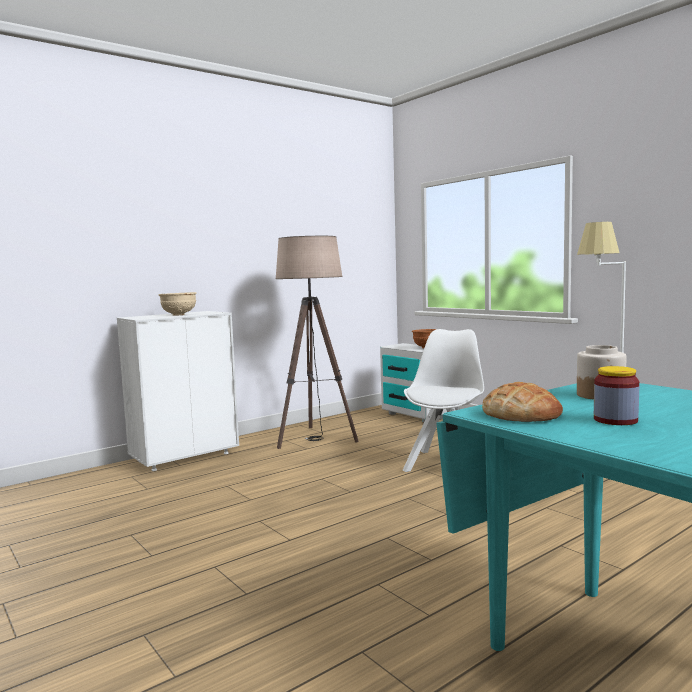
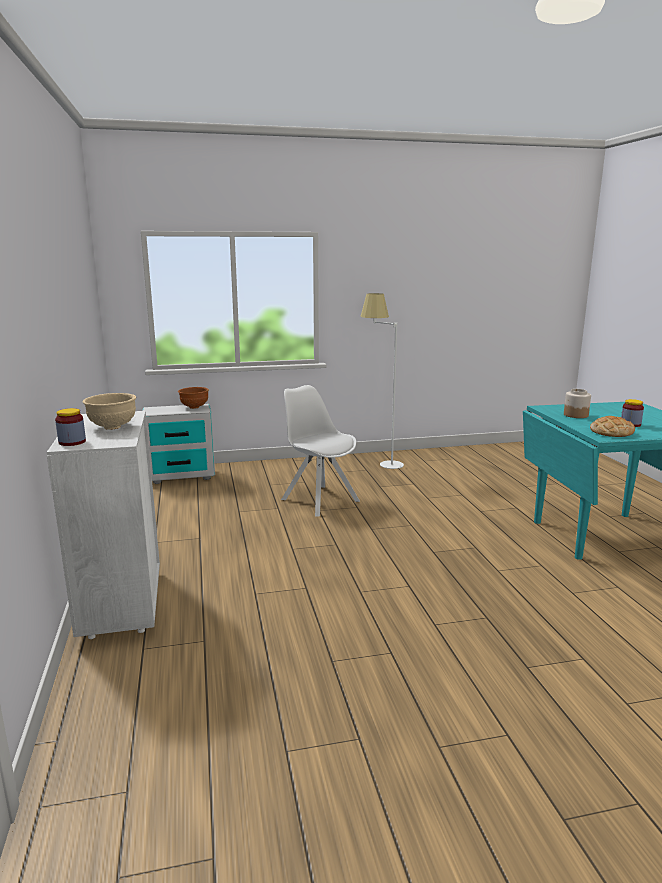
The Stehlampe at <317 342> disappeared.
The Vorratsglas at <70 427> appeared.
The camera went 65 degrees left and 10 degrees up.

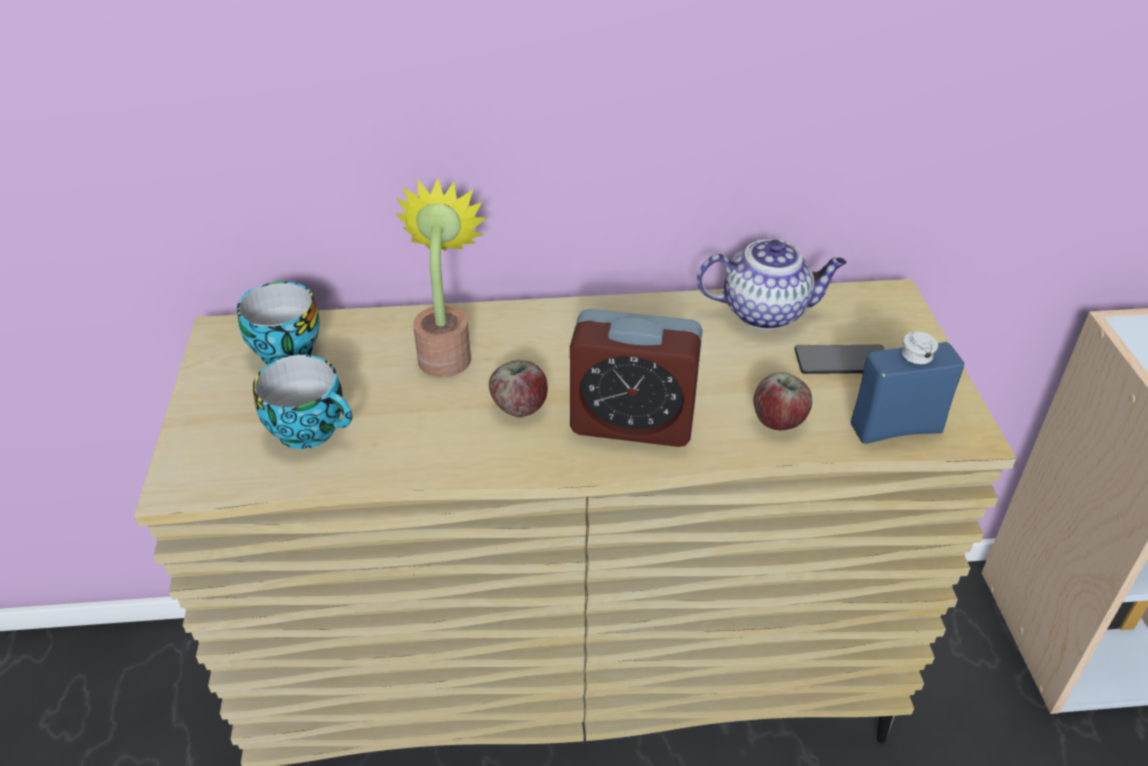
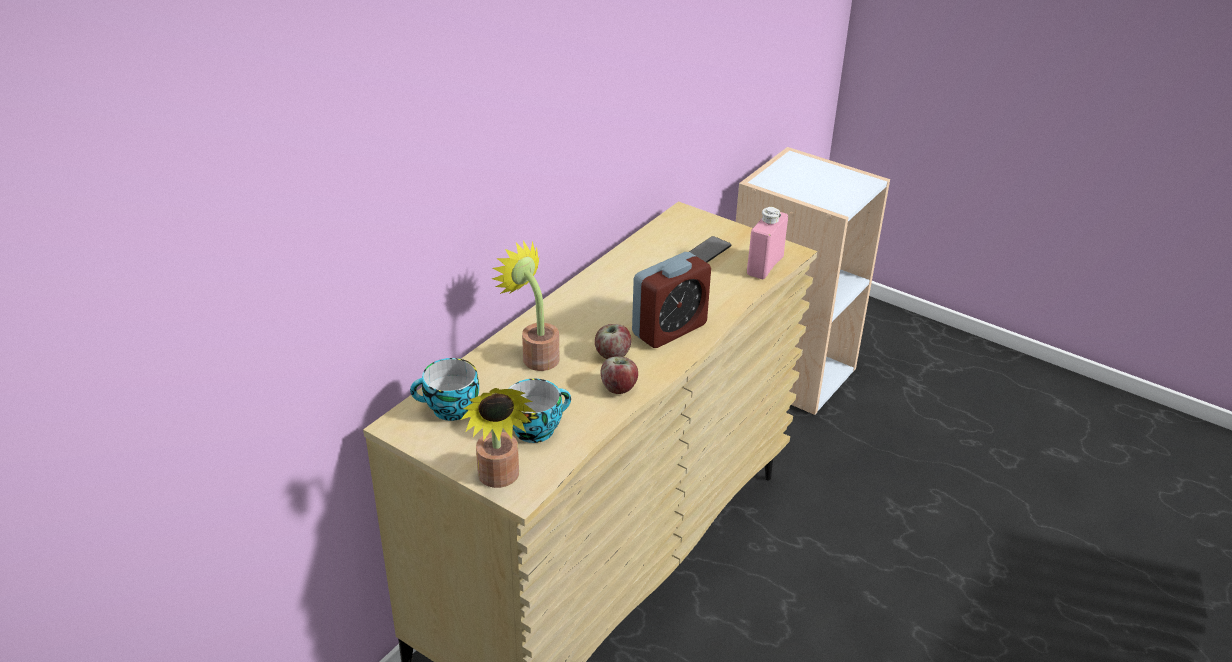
The Teekanne at <772 284> disappeared.
The Apfel moved from <782 401> to <619 375>.
The Flasche/blau at <907 387> became the Flasche/rosa at <767 243>.
The Topfpflanze at <498 438> appeared.
The camera went 50 degrees left and 5 degrees down.

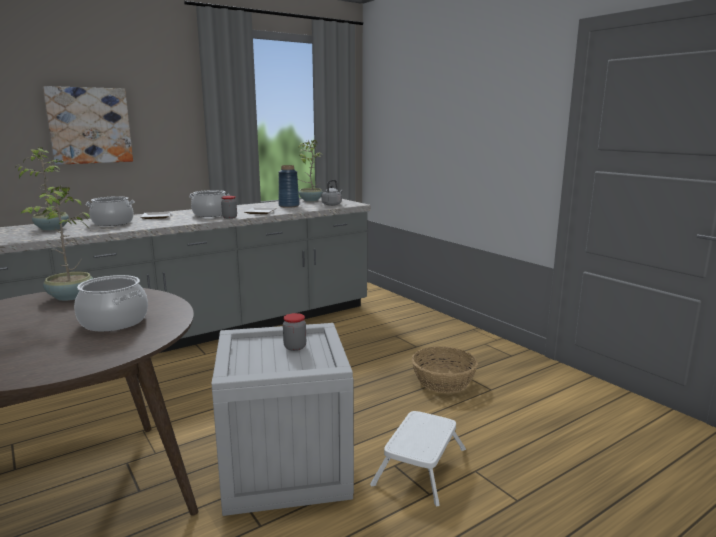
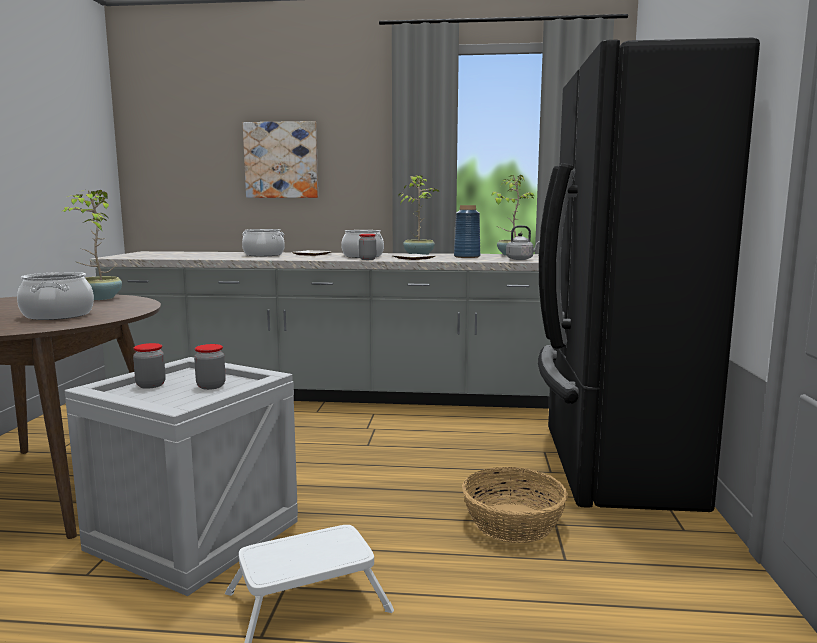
The Topfpflanze moved from <41 189> to <419 215>.
The Vorratsglas at <149 366> appeared.
The Kühlschrank/schwarz at <649 275> appeared.
The camera went 40 degrees right and 5 degrees down.

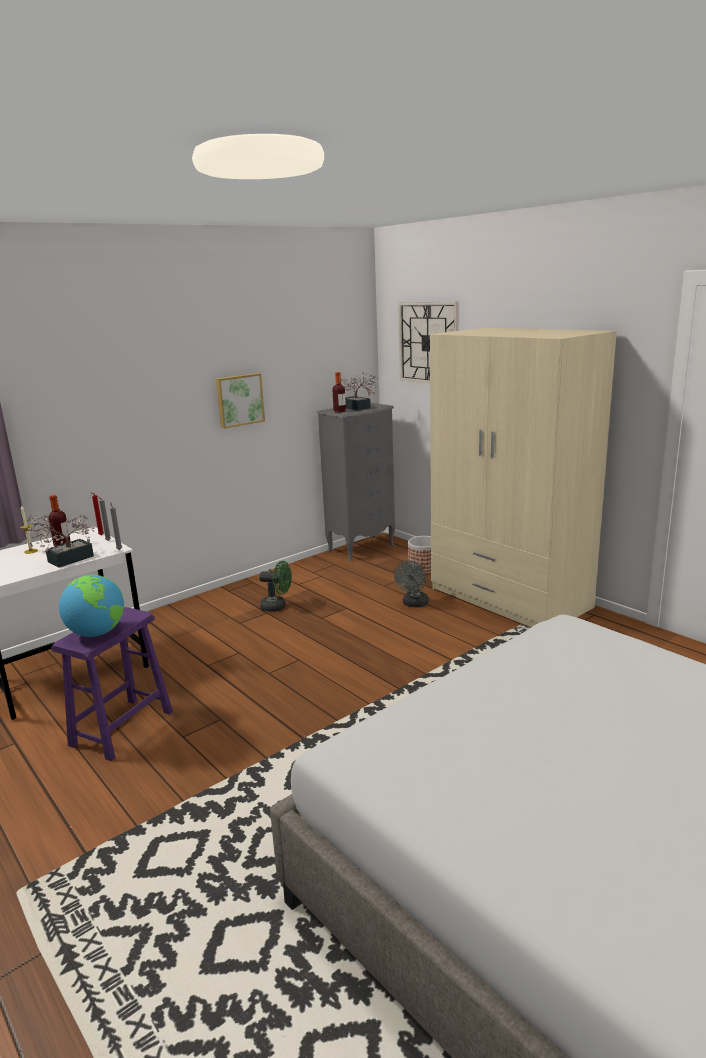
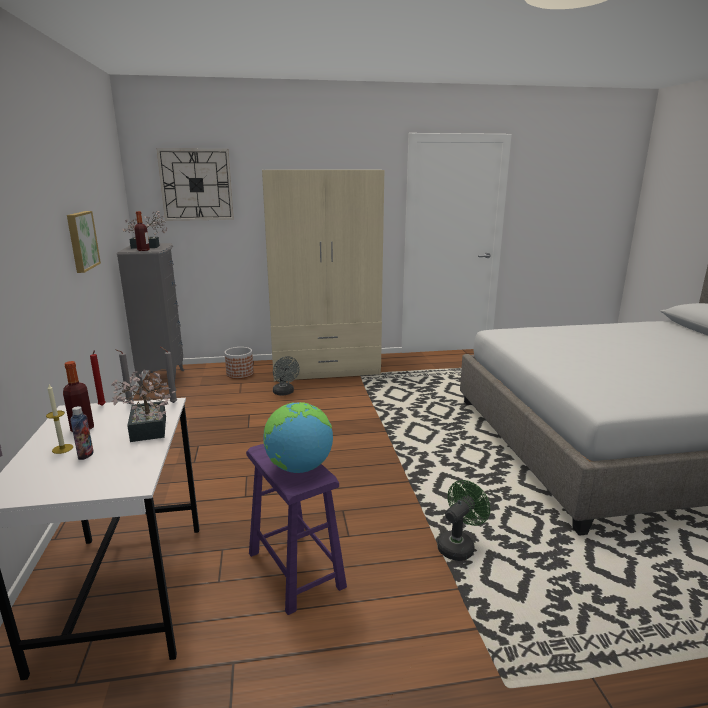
The Ventilator/grün moved from <275 586> to <464 520>.
The Flasche at <82 433> appeared.
The camera went 60 degrees left and 0 degrees up.

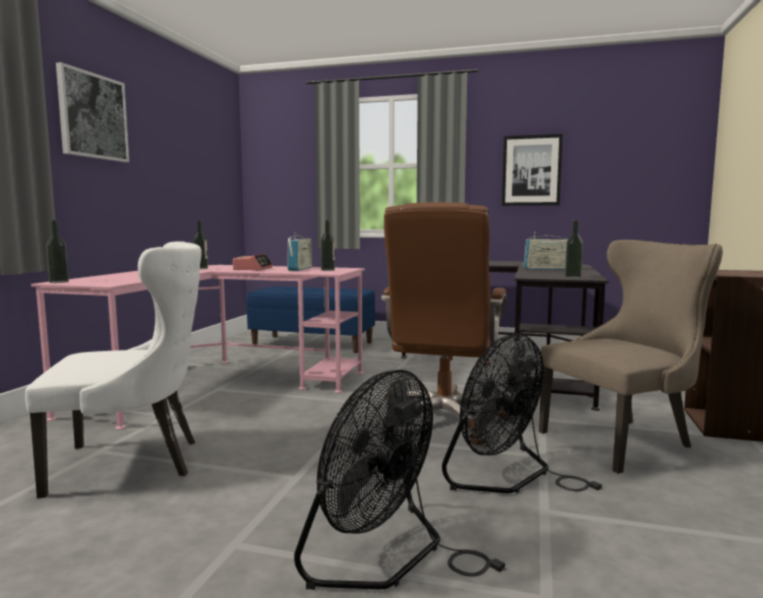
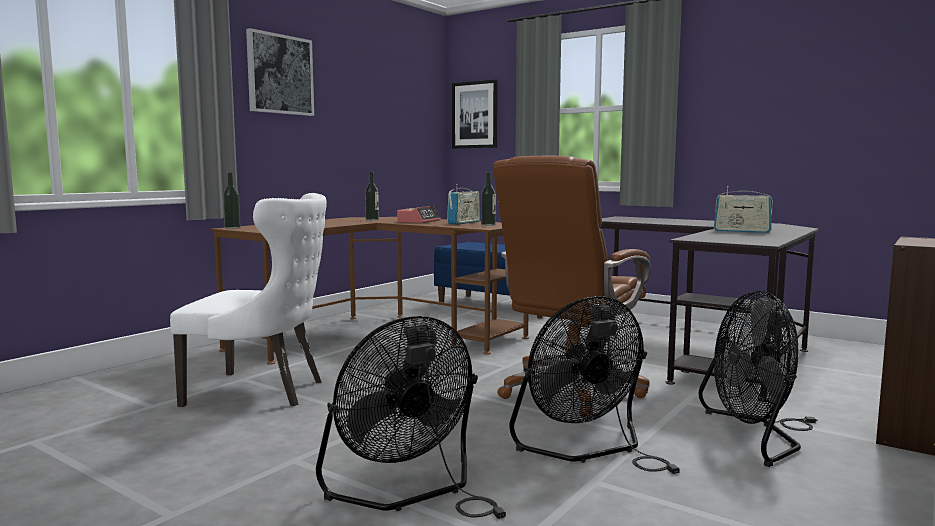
The Schreibtisch/rosa at <198 347> became the Schreibtisch/braun at <369 291>.
The Bild moved from <532 170> to <475 114>.
The Stuhl/beige at <630 356> was replaced by the Ventilator/schwarz at <758 379>.
The Flasche at <574 249> disappeared.
The camera went 20 degrees right and 0 degrees up.

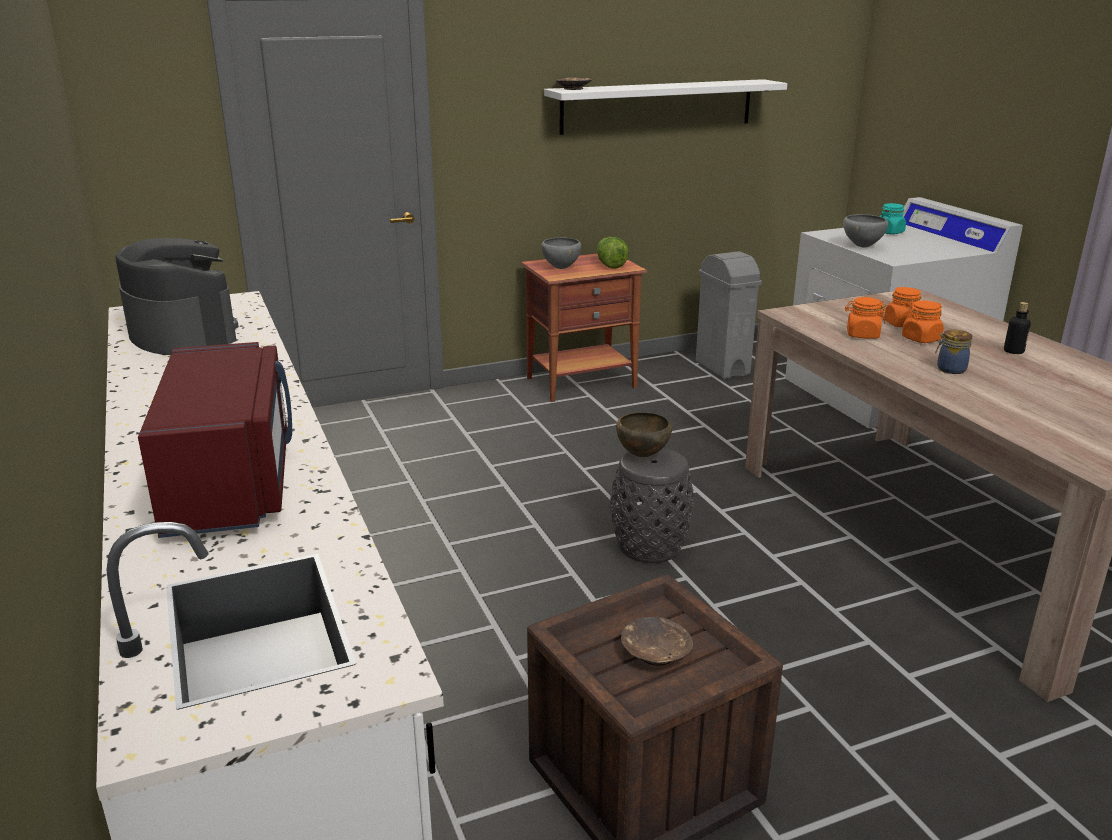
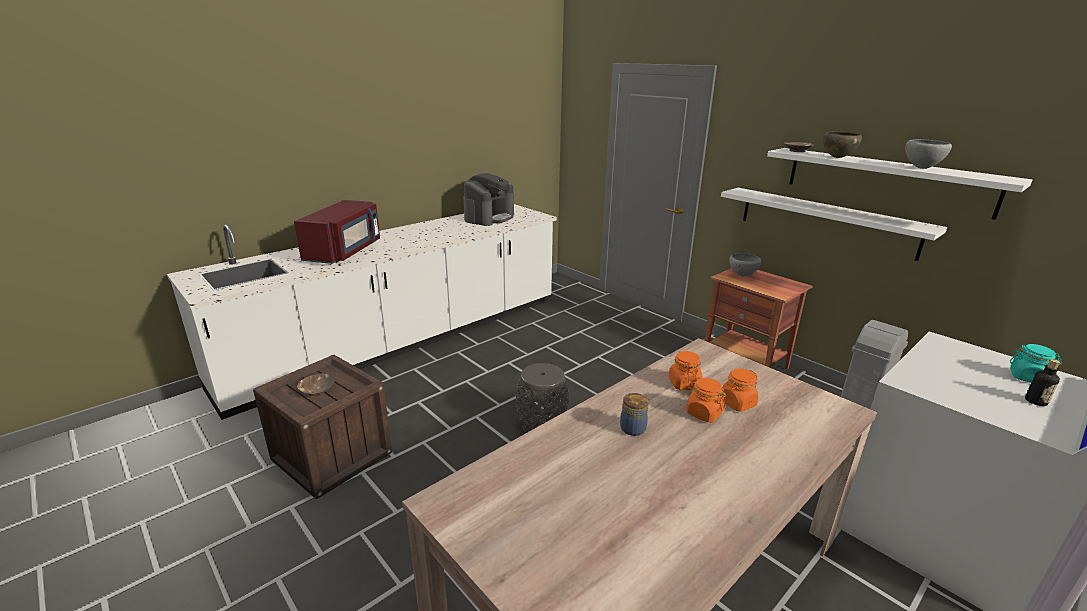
The Mikrowelle/rot at <215 440> turned 45 degrees counterclockwise.
The Salatkopf at <613 253> disappeared.
The Schüssel/braun moved from <644 434> to <842 145>.
The Schüssel/grau moved from <865 230> to <928 154>.
The Flasche moved from <1017 328> to <1042 382>.
The Wandregal/weiß at <834 224> appeared.
The camera went 70 degrees right and 0 degrees up.

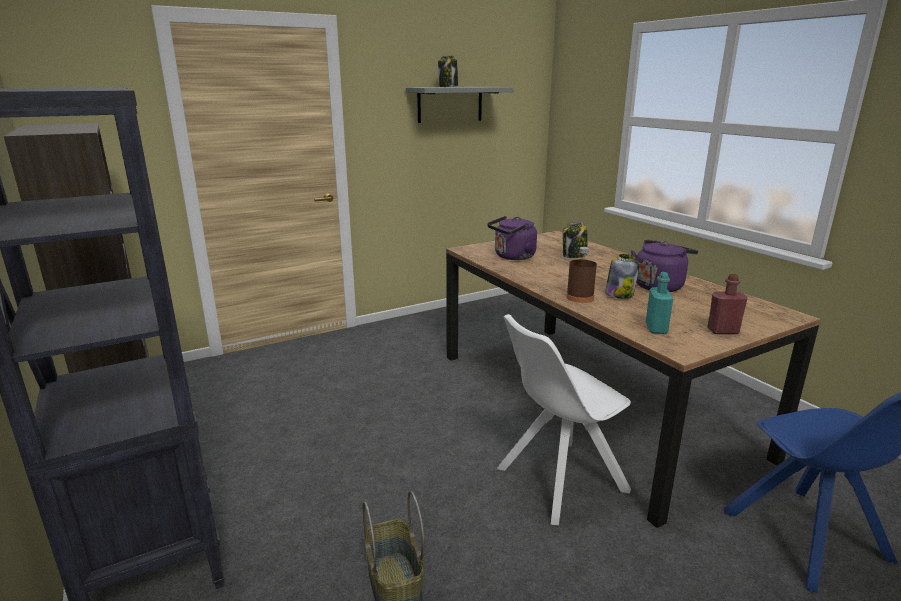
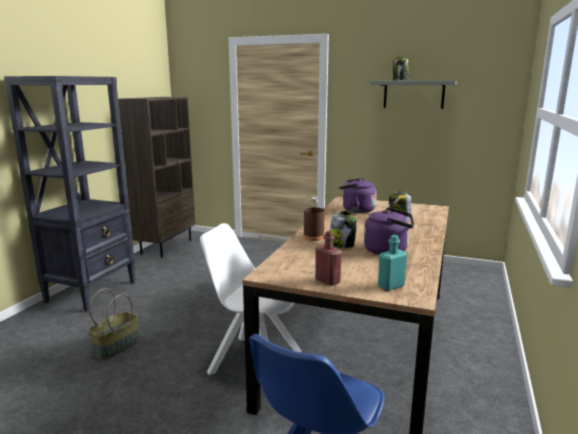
The Flasche/türkis moved from <659 303> to <392 263>.
The camera went 50 degrees right and 5 degrees down.

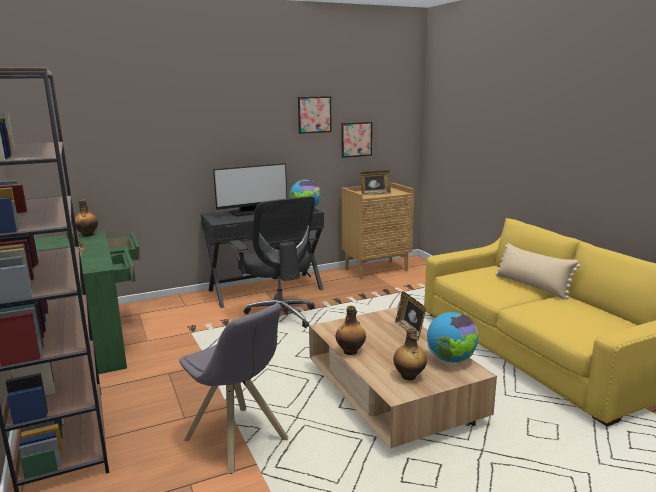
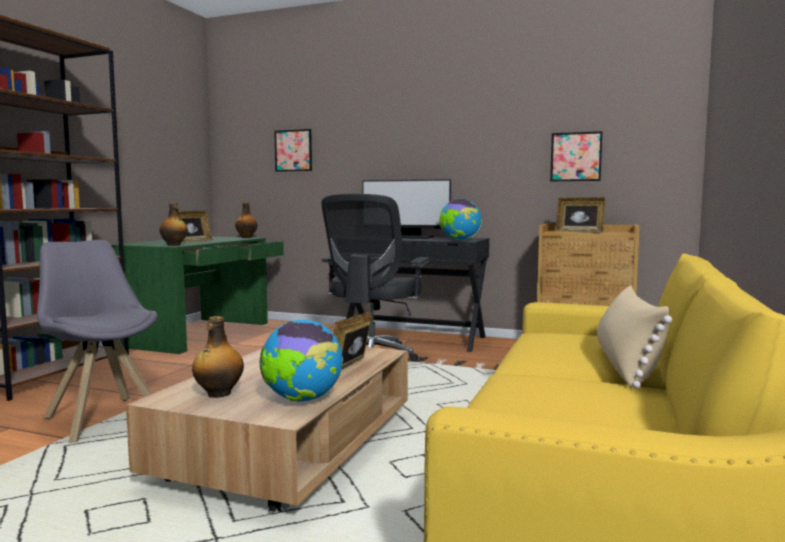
The Stuhl/grau at <233 389> turned 135 degrees clockwise.
The Bild moved from <315 115> to <293 150>.
The Flasche moved from <351 330> to <174 224>.
The camera went 45 degrees right and 10 degrees down.

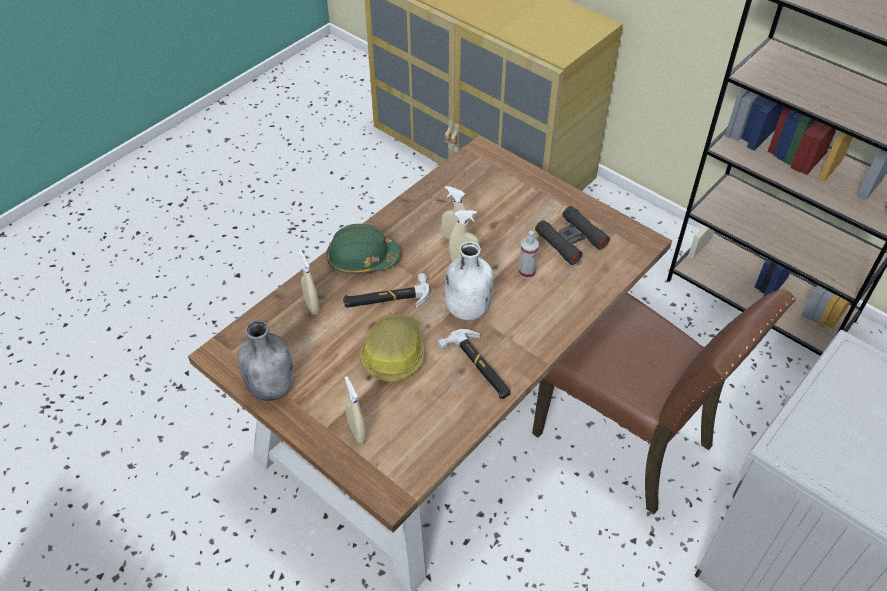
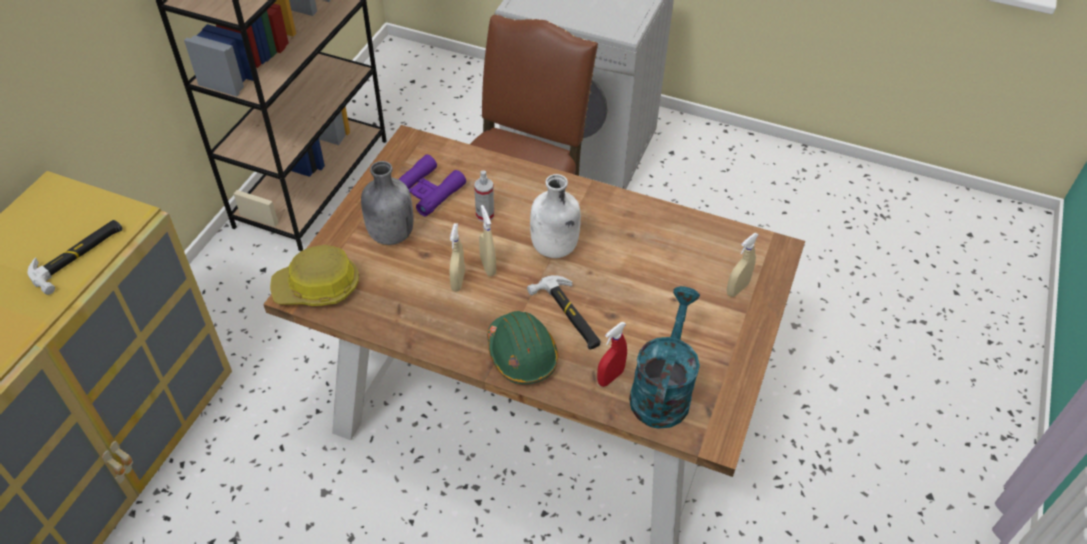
The Flasche/grau moved from <266 360> to <387 203>.
The Sprühflasche/beige at <309 282> became the Sprühflasche/rot at <612 354>.
The Schutzhelm moved from <392 348> to <314 275>.
The Hammer moved from <474 364> to <75 257>.
The Fernglas/schwarz at <572 235> became the Fernglas/lila at <432 186>.
The Gießkanne/türkis at <664 357> appeared.
The camera went 110 degrees left and 0 degrees up.

